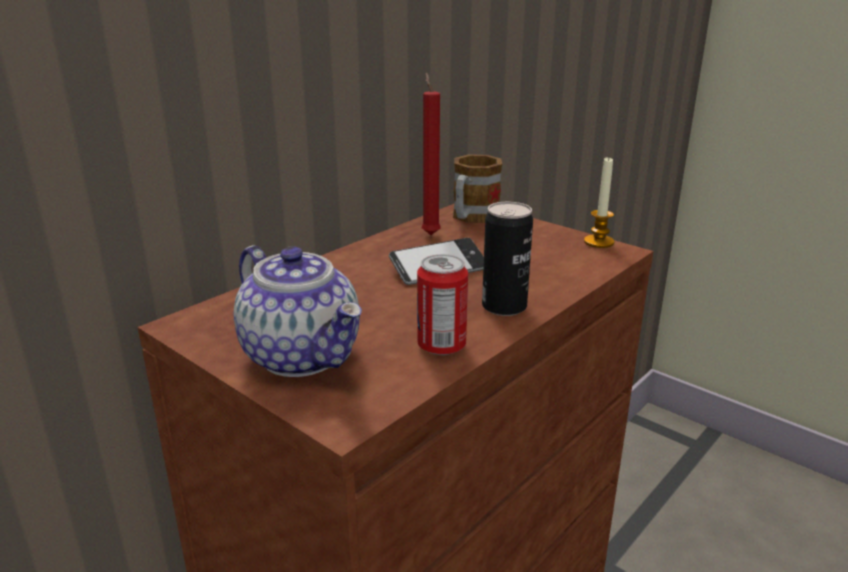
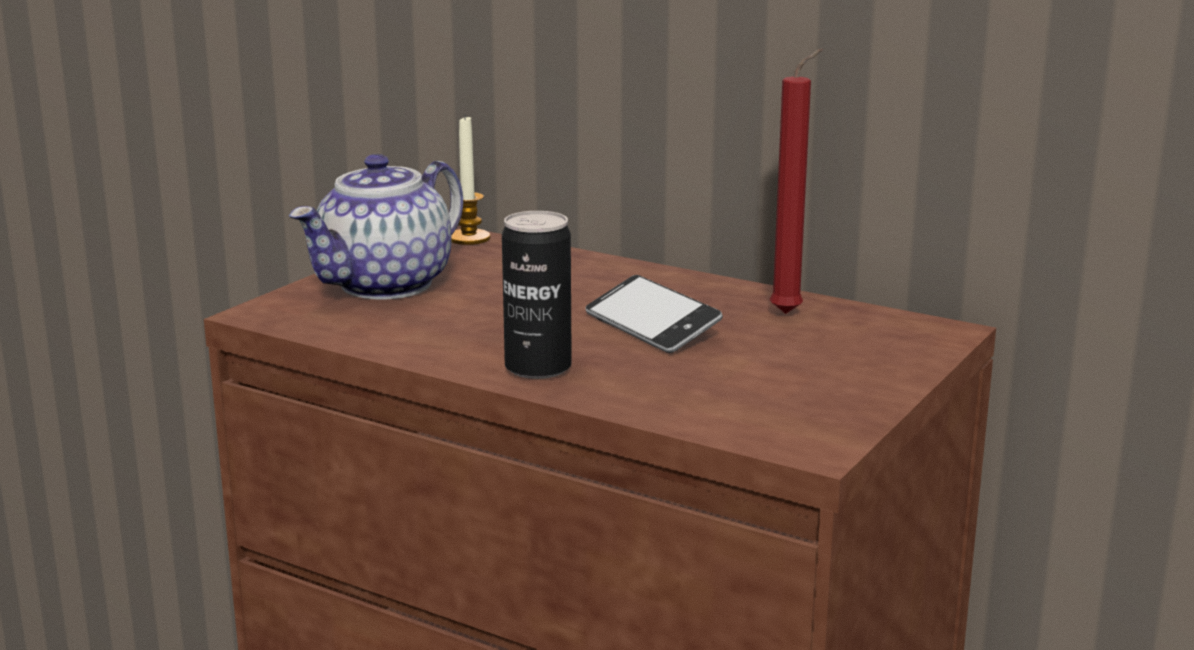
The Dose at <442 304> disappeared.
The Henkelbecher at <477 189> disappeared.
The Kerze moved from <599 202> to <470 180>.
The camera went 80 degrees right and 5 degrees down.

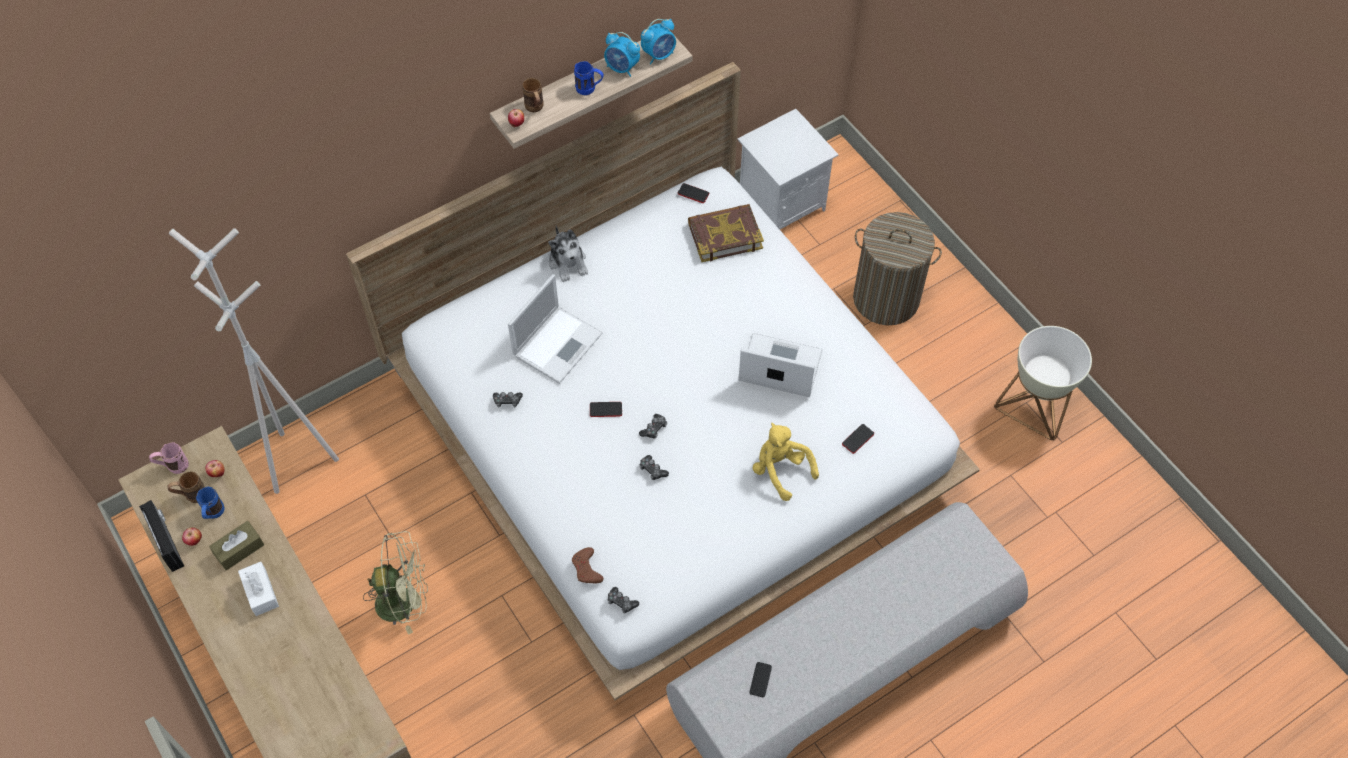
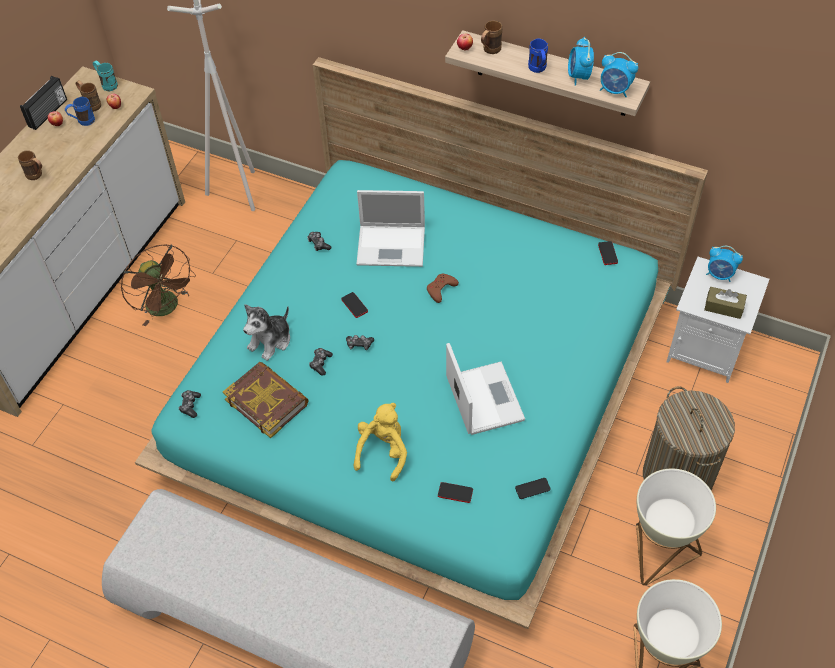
The Henkelbecher/rosa at <169 458> became the Henkelbecher/türkis at <105 76>.
The Taschentuchbox/braun moved from <236 546> to <725 303>.
The Taschentuchbox/weiß at <258 589> was replaced by the Henkelbecher/braun at <30 165>.
The Bett/weiß at <663 381> became the Bett/türkis at <421 343>.
The Ventilator/grün at <395 583> became the Ventilator/braun at <158 285>.
The Plüschtier moved from <568 254> to <266 332>.
The Gamepad/braun moved from <588 565> to <443 288>.
The Buch moved from <726 233> to <266 400>.
The Handy moved from <760 679> to <533 488>.
The Pflanzkübel at <676 527> appeared.
The Wecker at <724 264> appeared.
The camera went 60 degrees right and 5 degrees down.

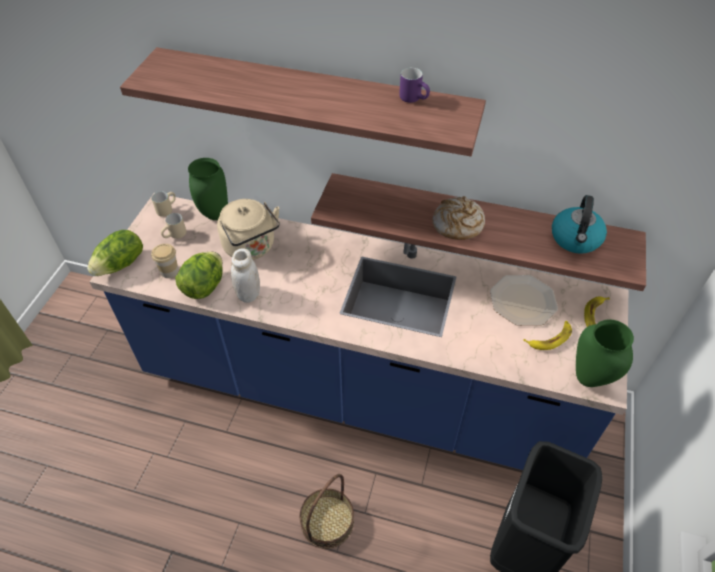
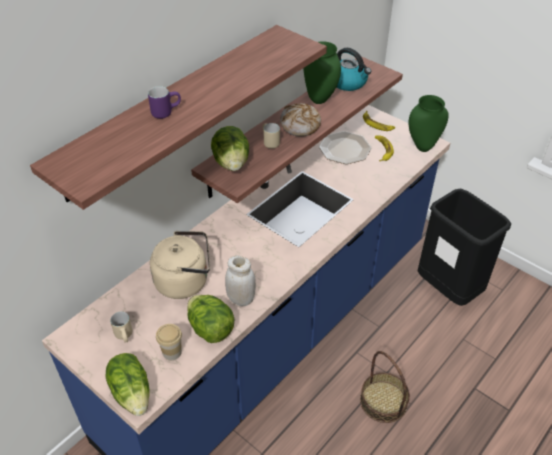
The Henkelbecher/beige moved from <164 204> to <271 136>.
The Vase/grün moved from <208 189> to <322 72>.
The Henkelbecher/lila moved from <414 85> to <164 102>.
The Salatkopf at <230 148> appeared.
The camera went 65 degrees left and 5 degrees down.

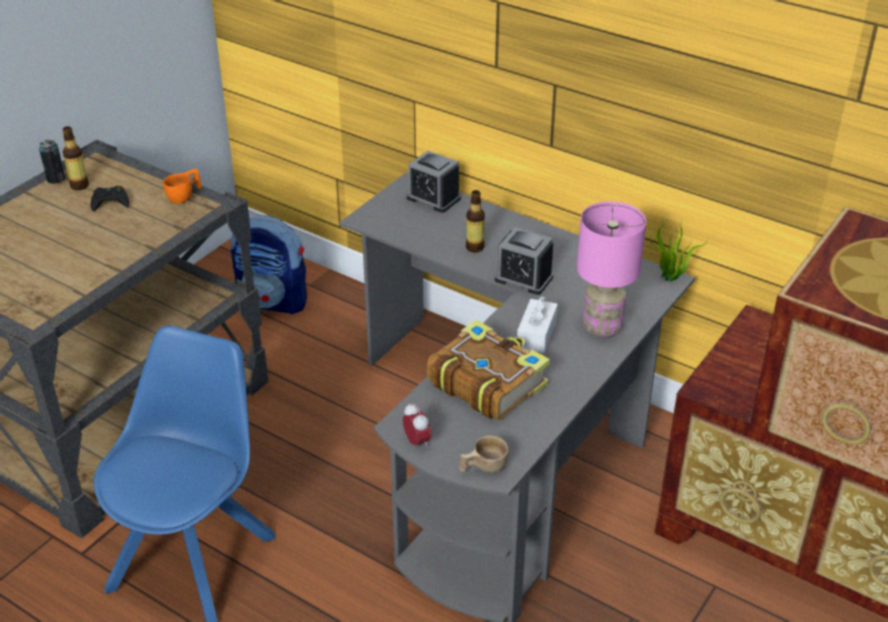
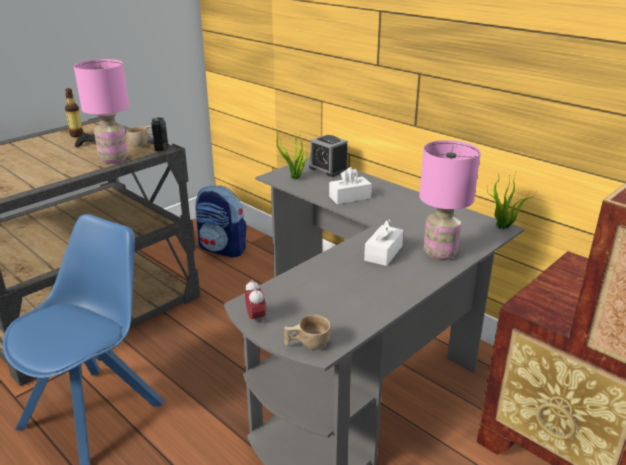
The Dose moved from <52 162> to <160 134>.
The Tasse/orange at <182 186> became the Tasse/beige at <139 136>.
The Buch at <488 370> disappeared.
The Flasche at <475 221> was replaced by the Taschentuchbox/weiß at <350 185>.
The Wecker at <524 261> disappeared.
The Tischlampe/rosa at <101 111> appeared.
The Topfpflanze at <292 154> appeared.
The camera went 10 degrees right and 10 degrees down.

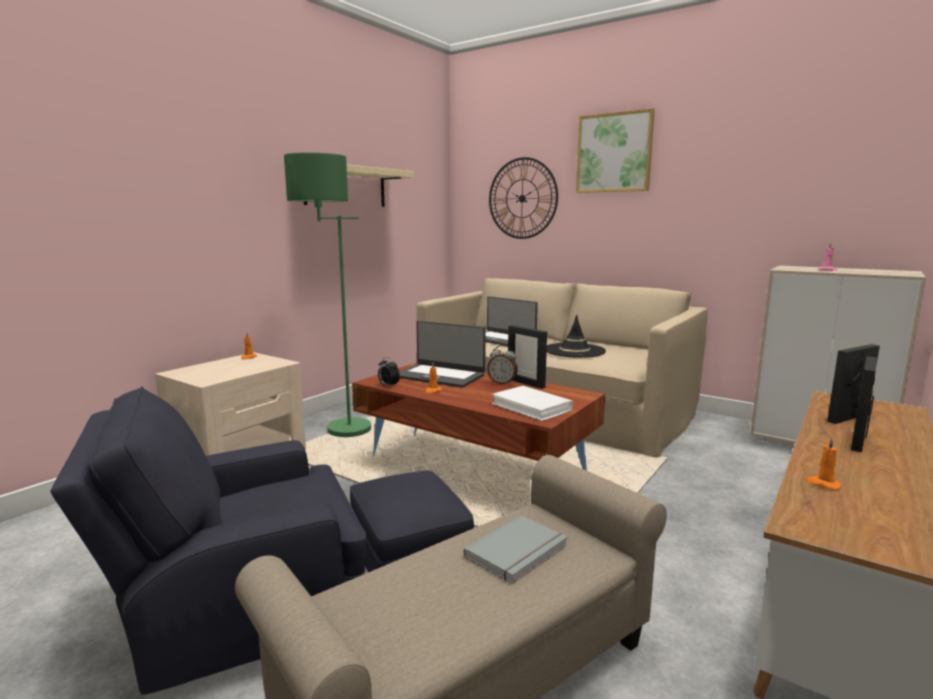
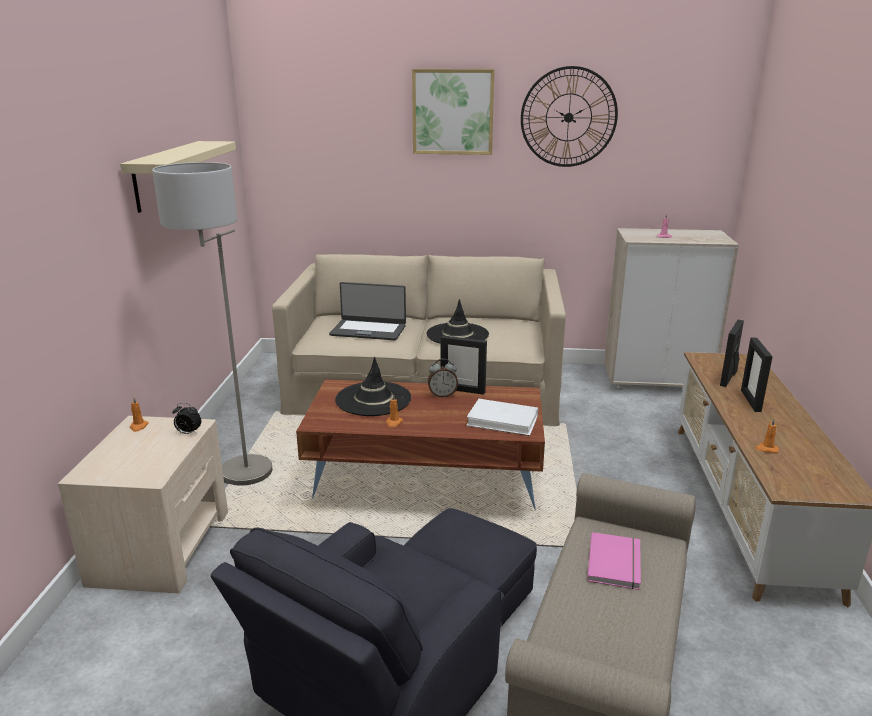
The Stehlampe/grün at <327 294> became the Stehlampe/grau at <212 324>.
The Wecker moved from <389 372> to <186 419>.
The Laptop at <442 354> was replaced by the Hut/schwarz at <373 386>.
The Buch/grau at <516 549> became the Buch/rosa at <614 561>.
The Wanduhr moved from <523 198> to <569 116>.
The camera went 30 degrees left and 10 degrees up.

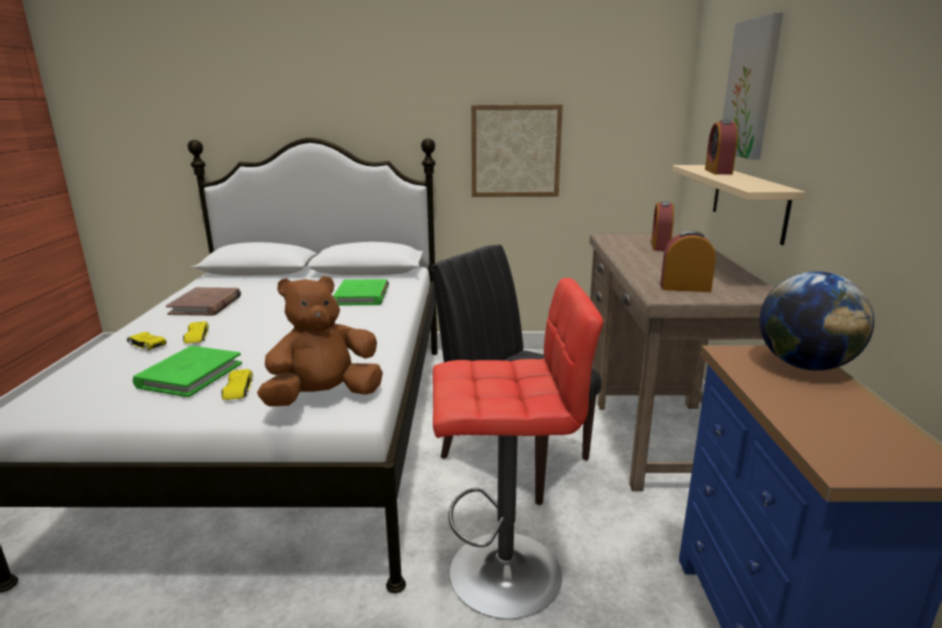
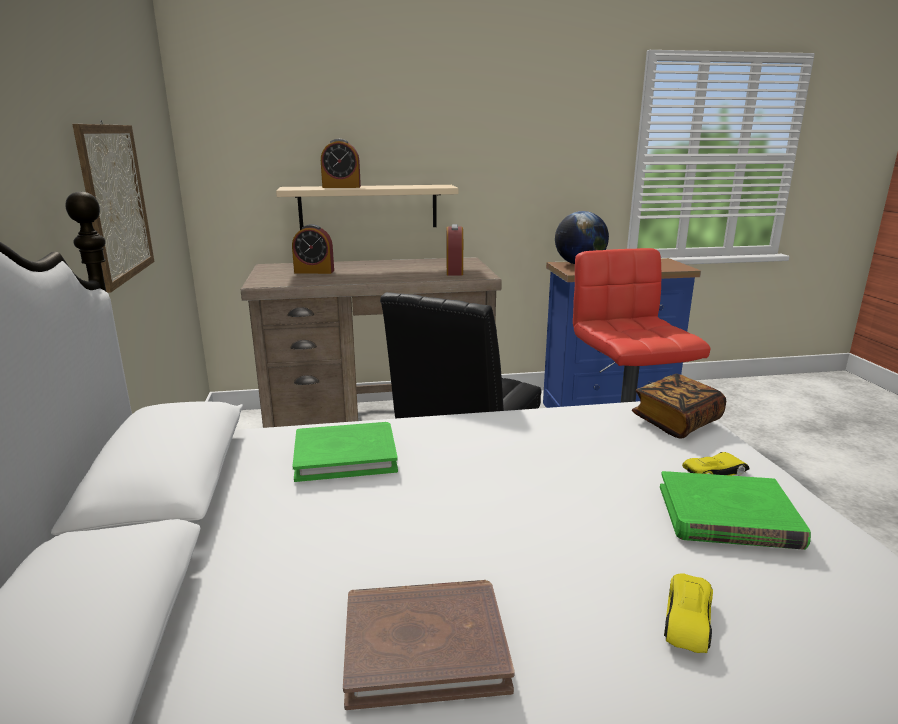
The Spielzeugauto/gelb at <196 332> disappeared.
The Plüschtier/braun at <320 341> was replaced by the Buch at <679 406>.
The Bild at <752 86> disappeared.
The camera went 100 degrees left and 0 degrees up.

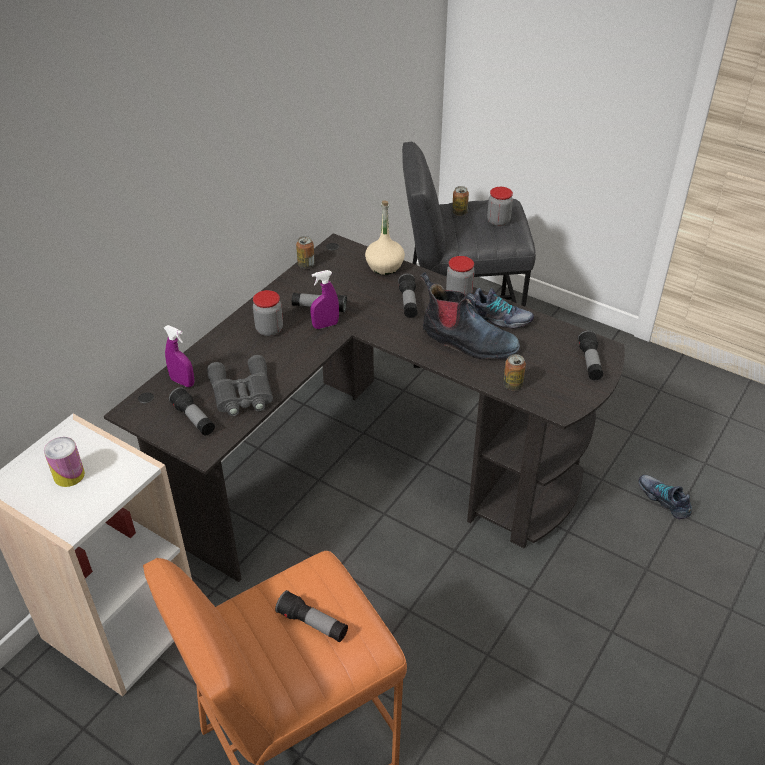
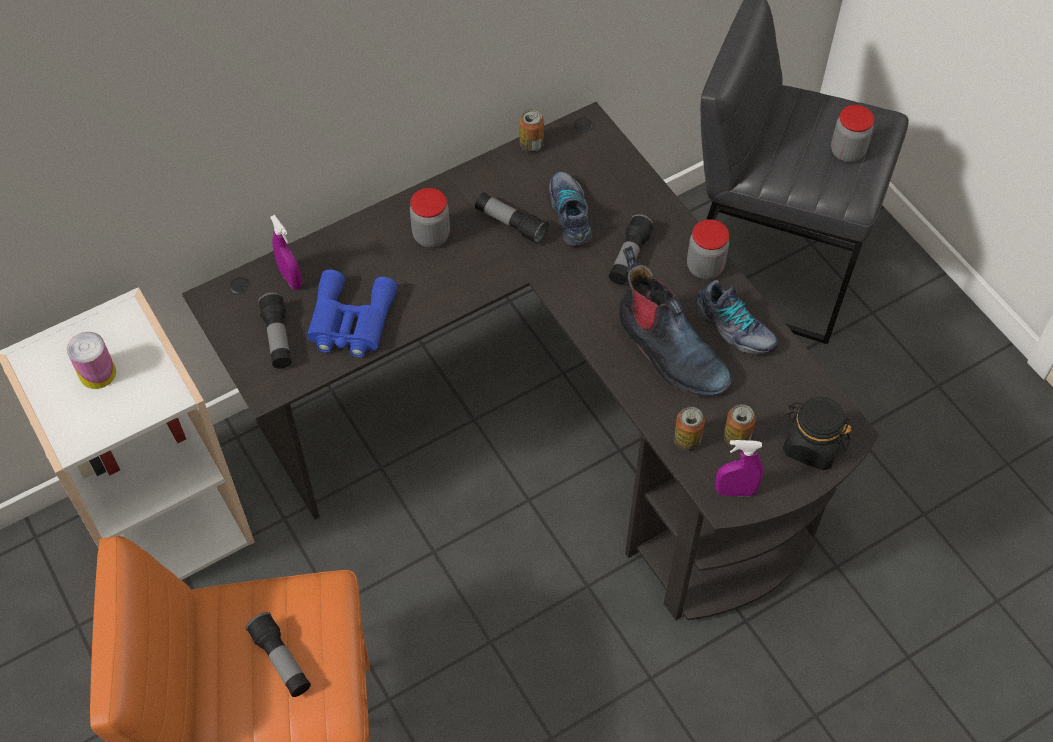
The Fernglas/grau at <240 385> became the Fernglas/blau at <352 313>.
The Sprühflasche/lila moved from <325 299> to <739 468>.
The Flasche/beige at <385 237> disappeared.
The Dose moved from <460 201> to <739 426>.
The Taschenlampe at <590 355> was replaced by the Vorratsglas/schwarz at <817 433>.
The Schuh moved from <665 497> to <570 209>.
The camera went 25 degrees right and 15 degrees up.

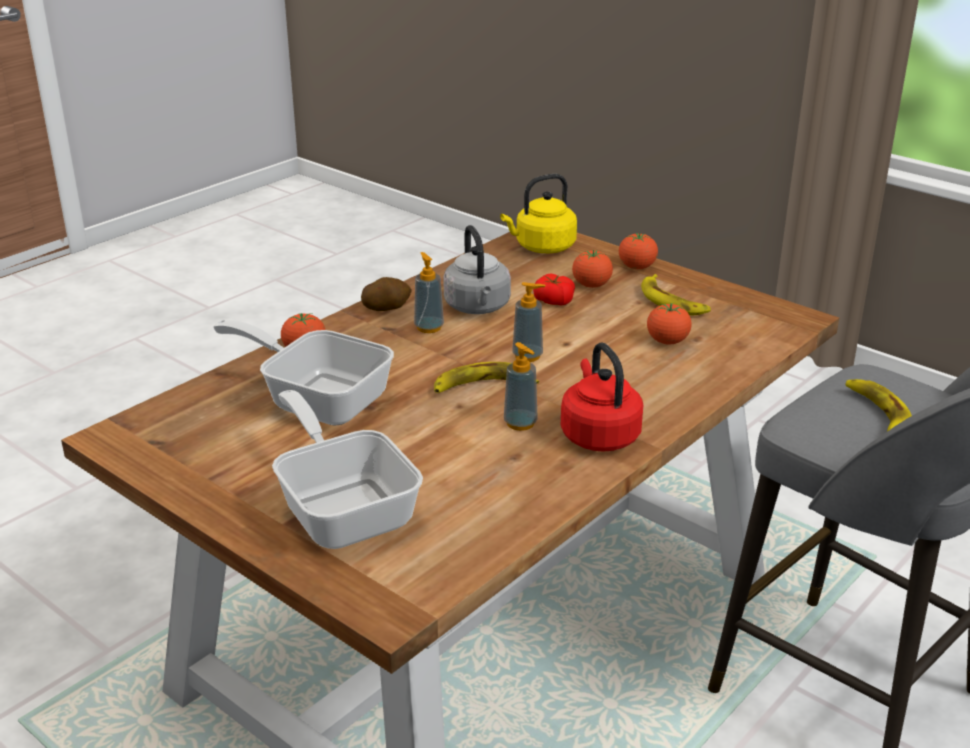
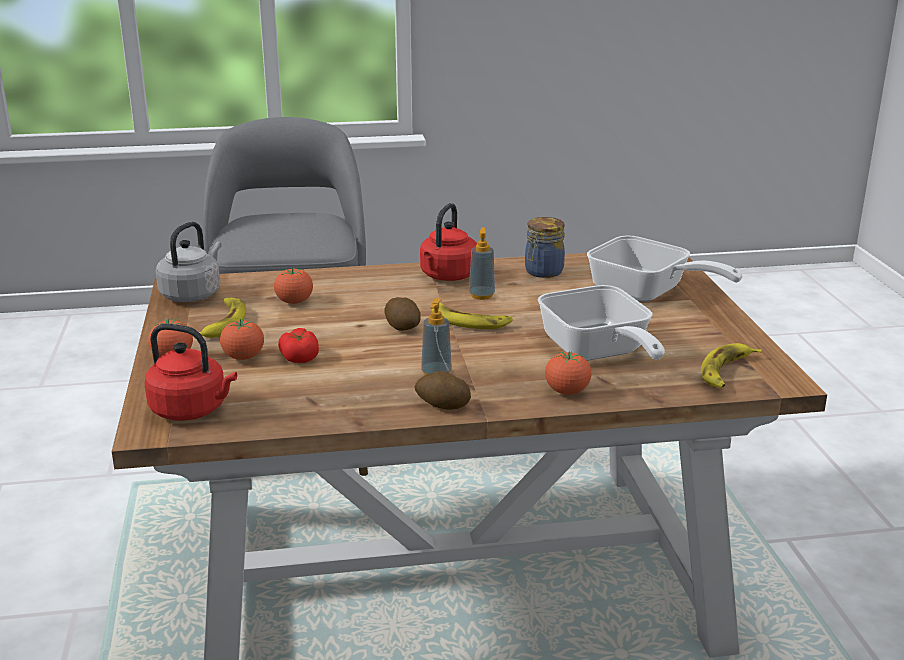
The Pfanne at <347 469> turned 60 degrees counterclockwise.
The Wasserkessel/grau moved from <477 269> to <189 262>.
The Wasserkessel/gelb at <538 213> became the Wasserkessel/rot at <191 372>.
The Seifenspender at <528 322> was replaced by the Kartoffel at <402 314>.
The Banane moved from <879 405> to <731 365>.
The Vorratsglas at <545 247> appeared.
The camera went 140 degrees left and 5 degrees down.

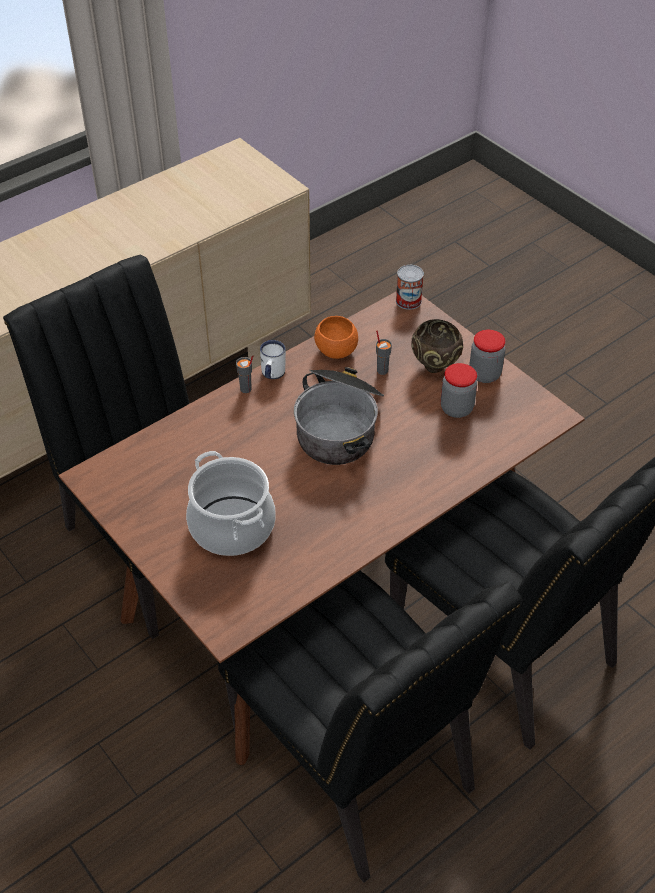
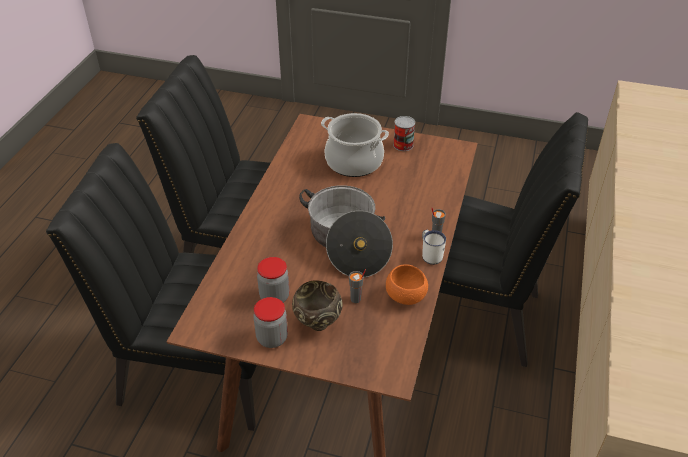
The Dose moved from <410 287> to <404 133>.
The camera went 145 degrees right and 5 degrees down.

